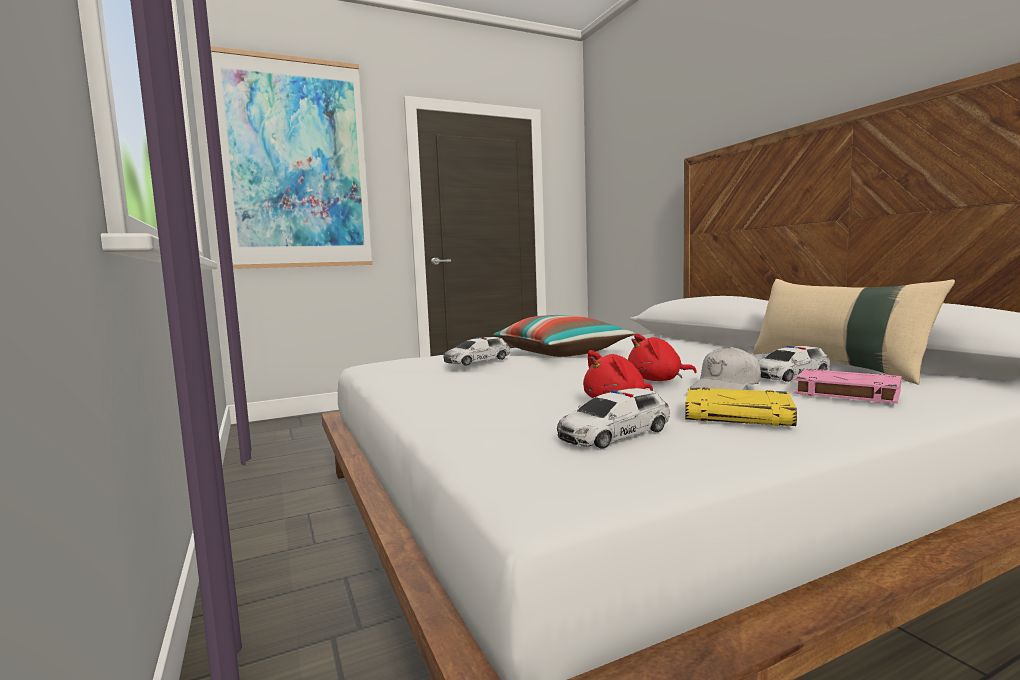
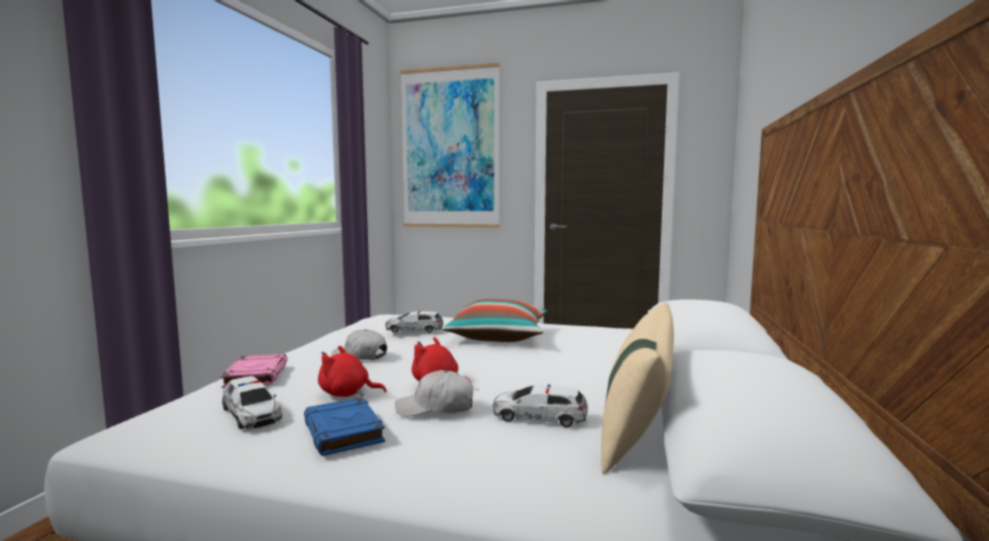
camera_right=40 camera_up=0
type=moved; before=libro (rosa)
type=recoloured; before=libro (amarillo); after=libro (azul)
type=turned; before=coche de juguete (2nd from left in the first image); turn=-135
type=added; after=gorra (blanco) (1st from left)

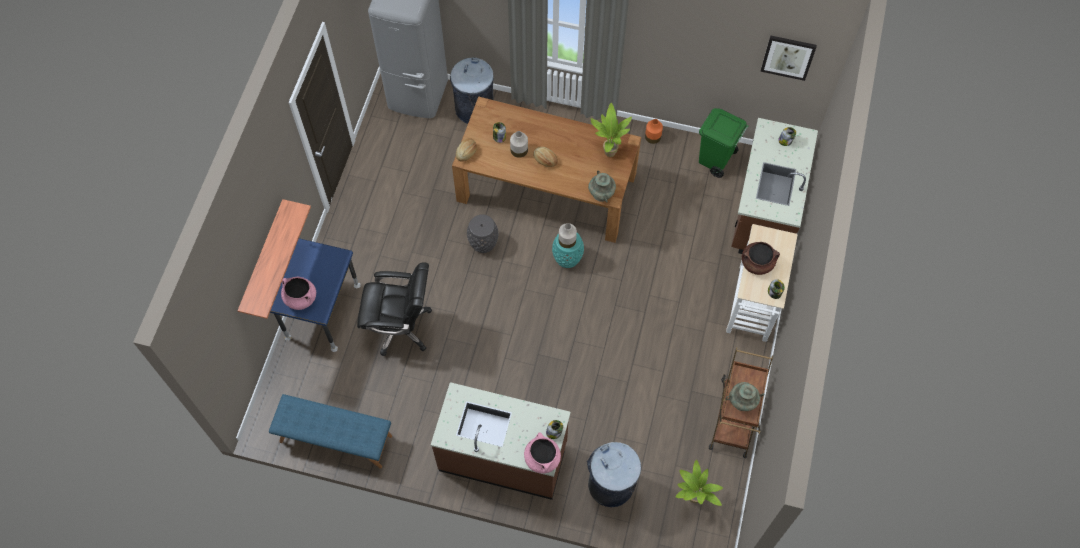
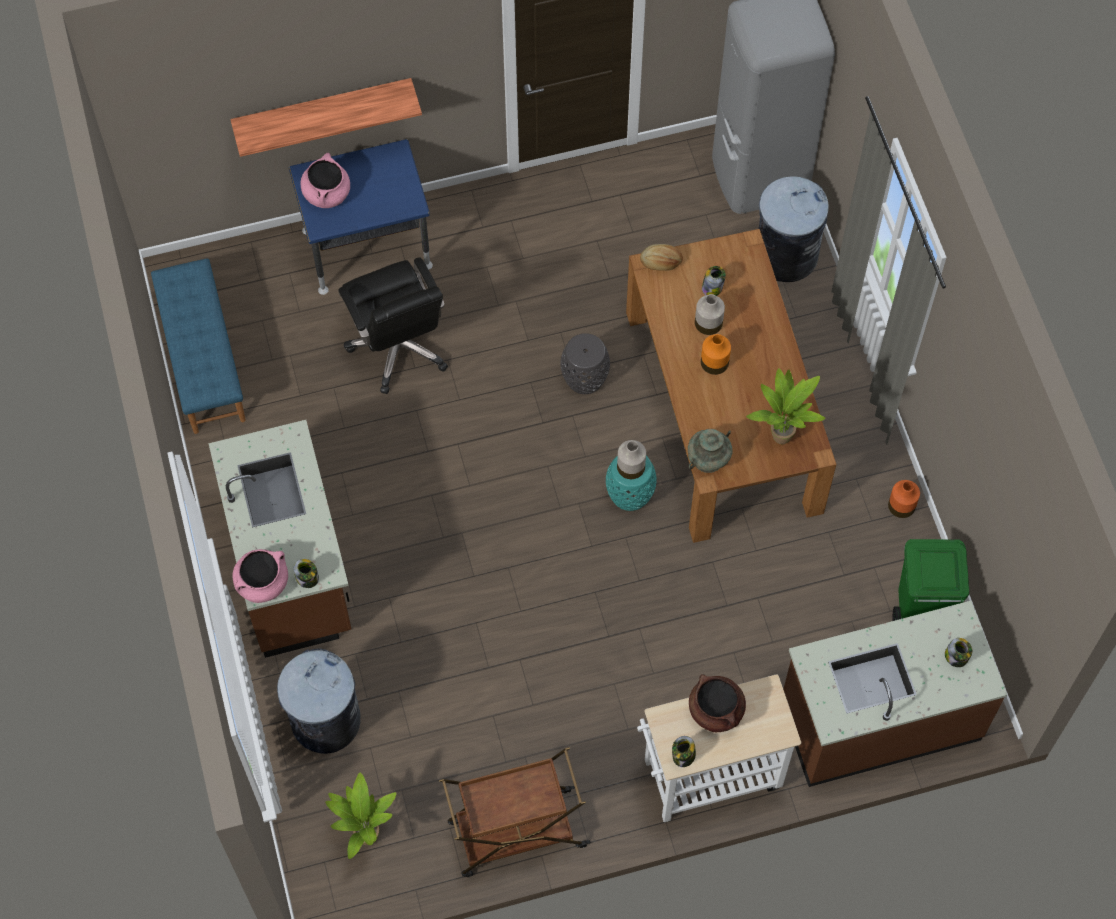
camera_right=60 camera_up=0
type=removed; before=cuadro
type=replaced; before=pan (2nd from left); after=florero (naranja) (1st from left)
type=removed; before=florero (turquesa) (2nd from left)

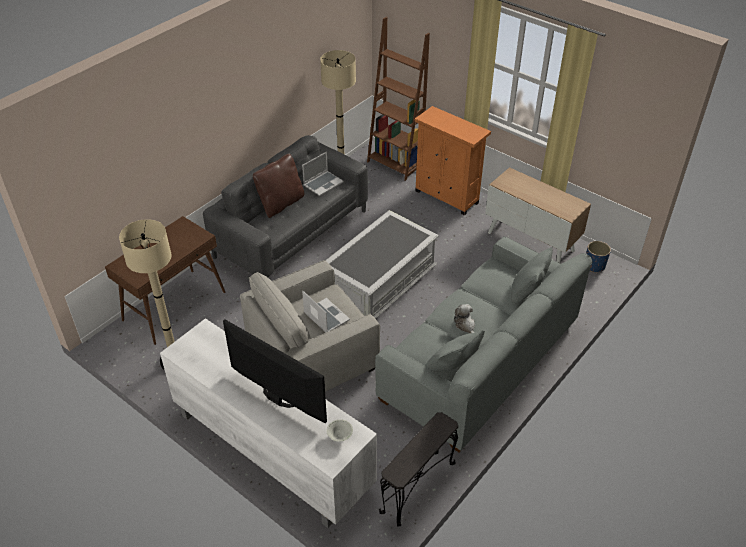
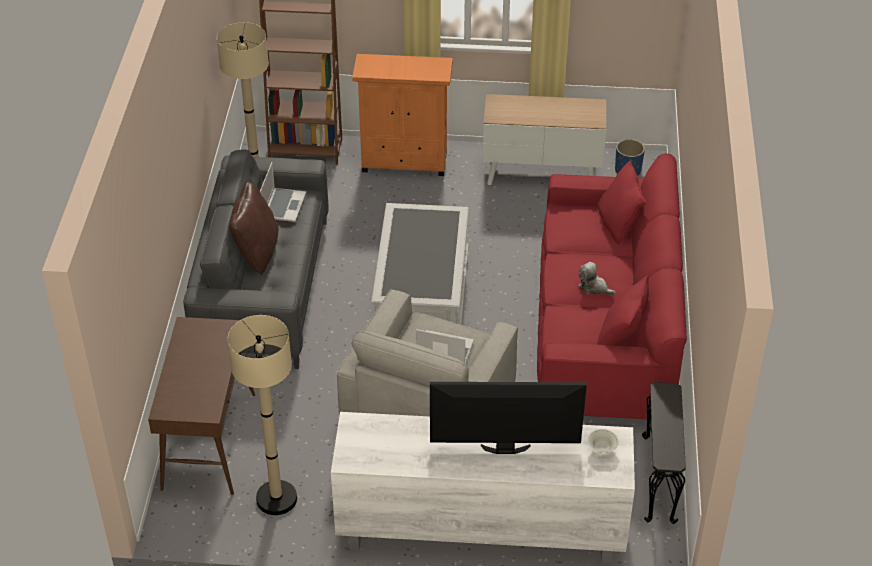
camera_right=-35 camera_up=0
type=recoloured; before=sofá (gris) (2nd from left); after=sofá (rojo)

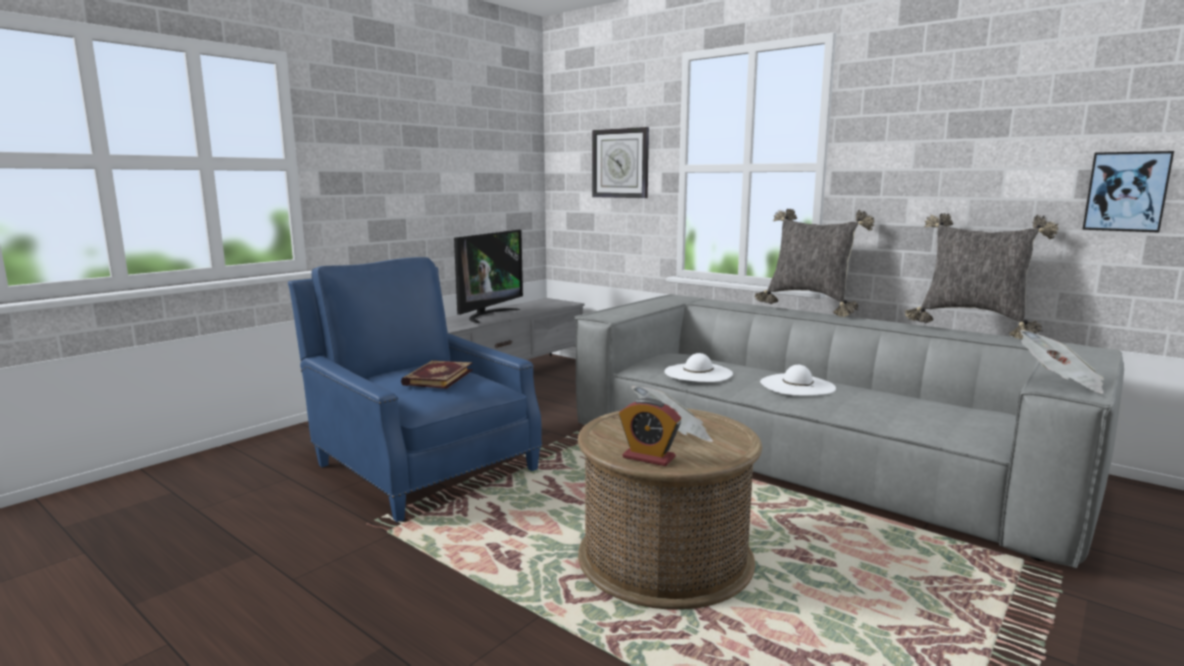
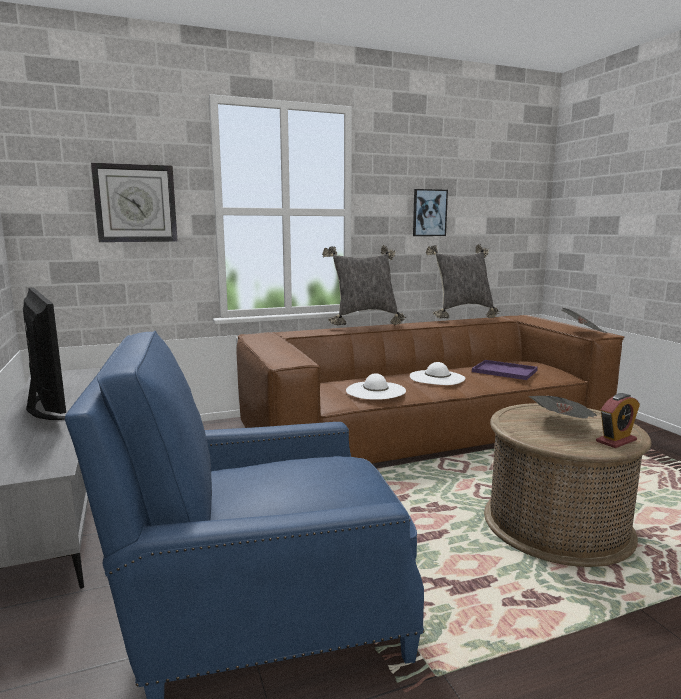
camera_right=-60 camera_up=0
type=moved; before=cuadro
type=recoloured; before=sofá (gris); after=sofá (marrón)
type=removed; before=libro
type=added; after=bandeja (morado)

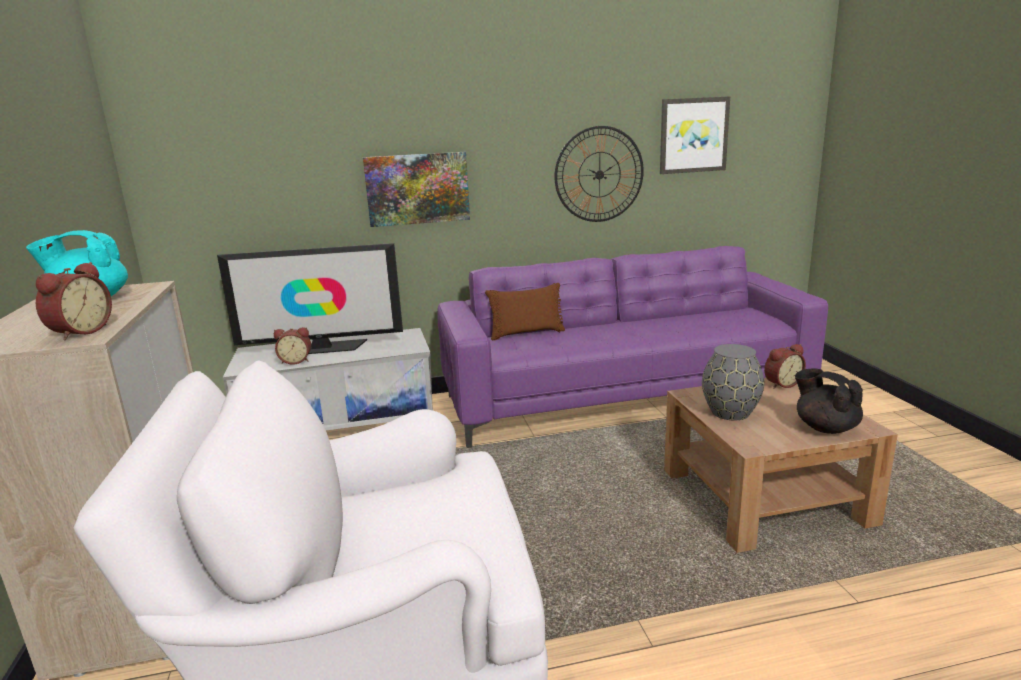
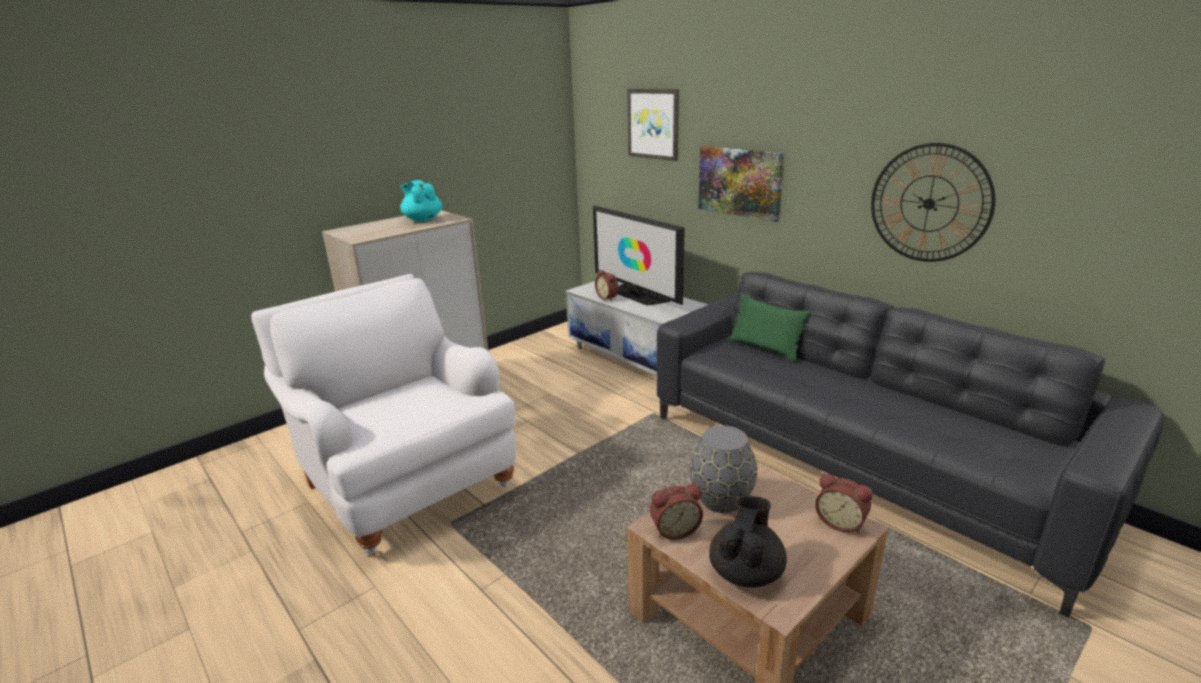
camera_right=60 camera_up=5
type=moved; before=cuadro (2nd from left in the first image); after=cuadro (1st from left)
type=recoloured; before=sofá (morado); after=sofá (gris)
type=moved; before=despertador (1st from left in the first image); after=despertador (2nd from left)
type=recoloured; before=cojín (marrón); after=cojín (verde)

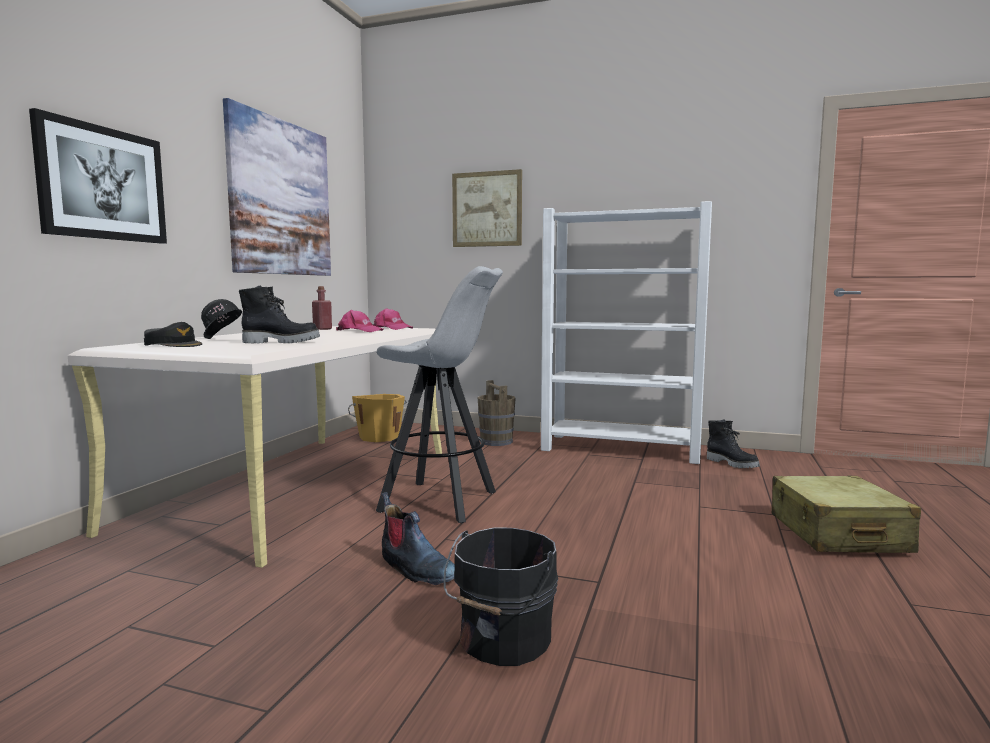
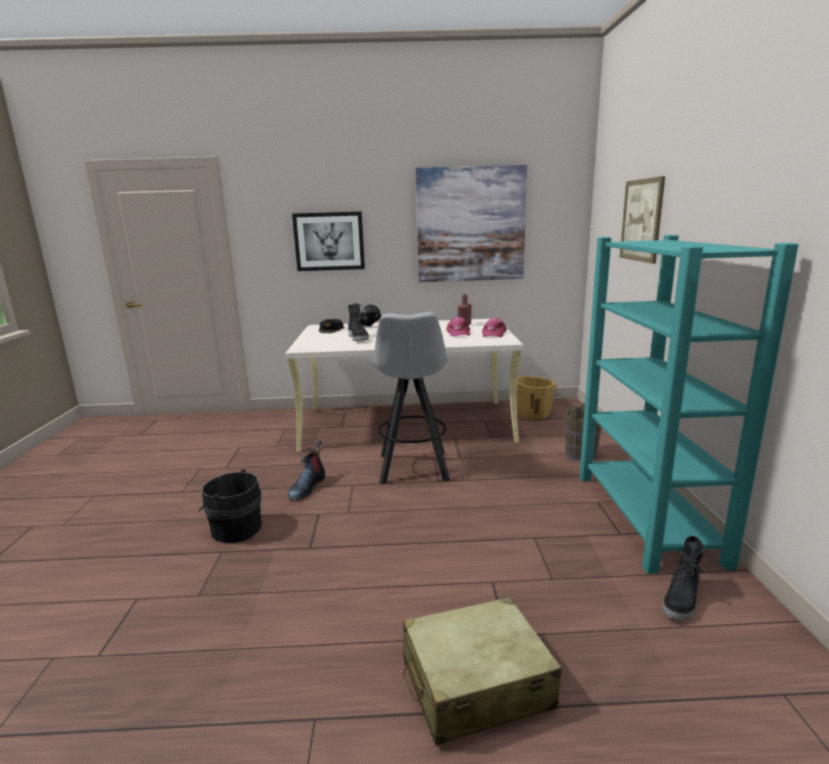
camera_right=70 camera_up=10
type=recoloured; before=estantería (blanco); after=estantería (turquesa)

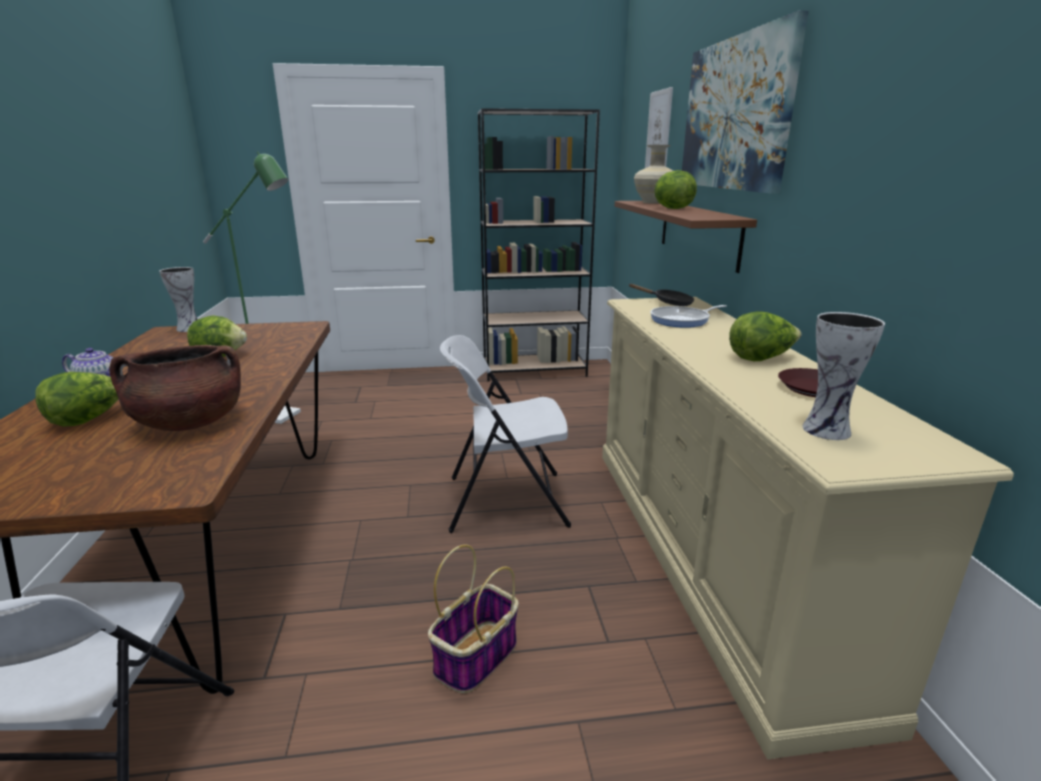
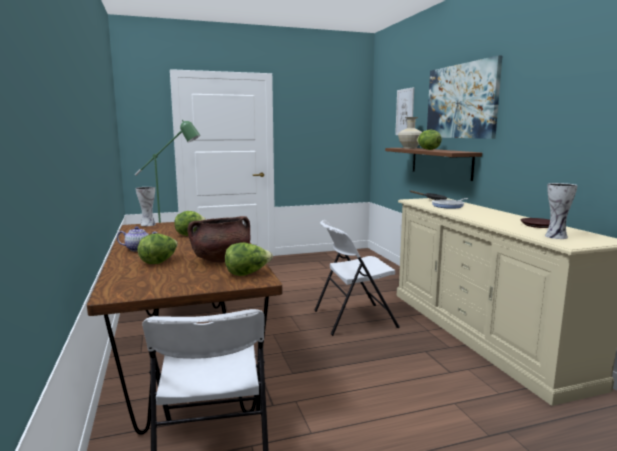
camera_right=-10 camera_up=-10
type=removed; before=estantería (beis)
type=moved; before=lechuga (4th from left in the first image); after=lechuga (3rd from left)
type=removed; before=cesta

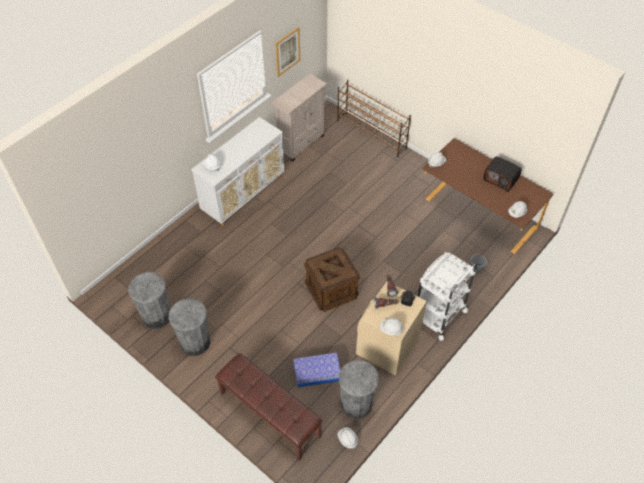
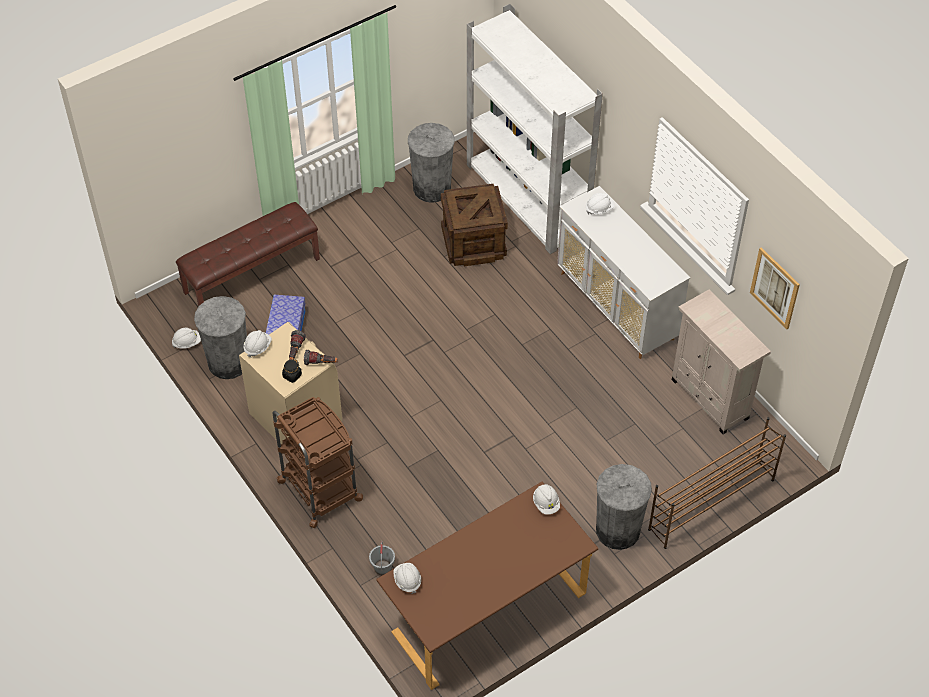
camera_right=105 camera_up=0
type=removed; before=radio
type=moved; before=caja de embalaje
type=recoloured; before=carrito (blanco); after=carrito (marrón)
type=moved; before=papelera (gris) (2nd from left in the first image); after=papelera (gris) (3rd from left)
type=added; after=estantería (blanco)

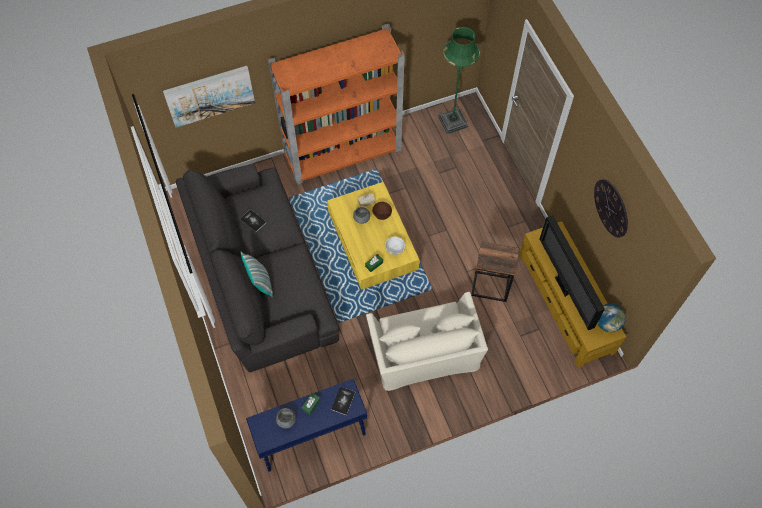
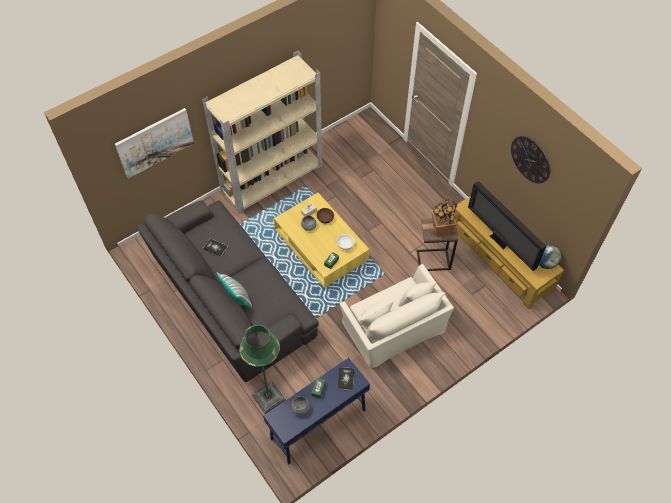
camera_right=-15 camera_up=-5
type=recoloured; before=estantería (naranja); after=estantería (beis)
type=moved; before=lámpara de pie (verde)
type=added; after=planta en maceta

